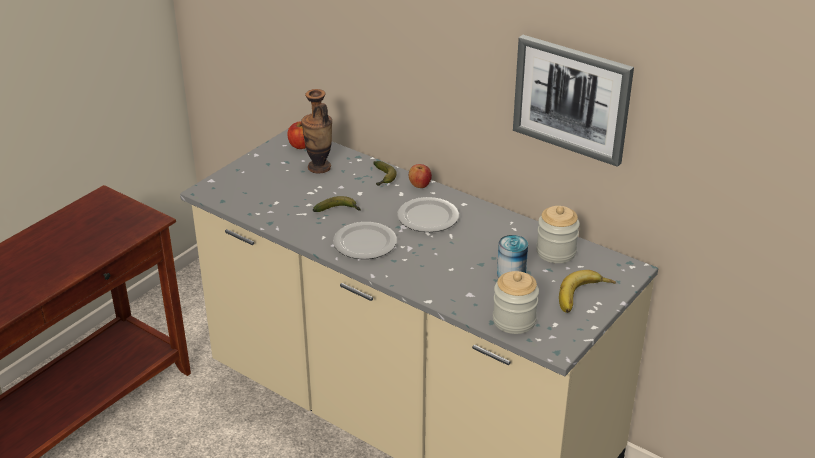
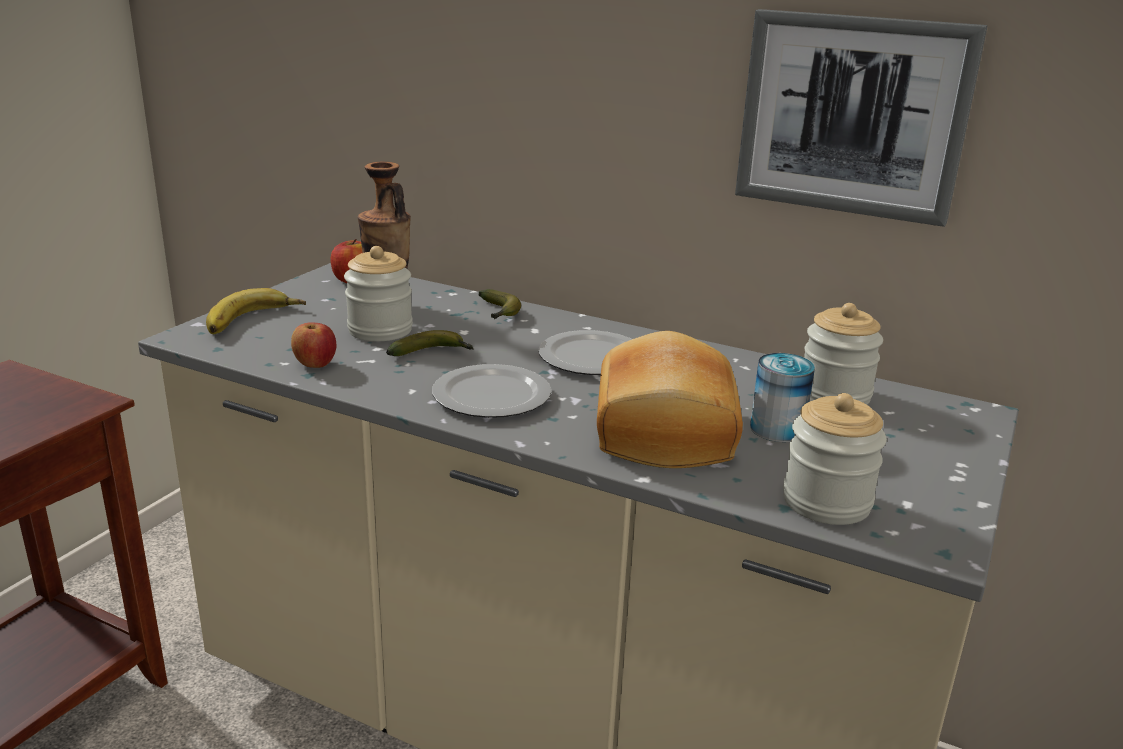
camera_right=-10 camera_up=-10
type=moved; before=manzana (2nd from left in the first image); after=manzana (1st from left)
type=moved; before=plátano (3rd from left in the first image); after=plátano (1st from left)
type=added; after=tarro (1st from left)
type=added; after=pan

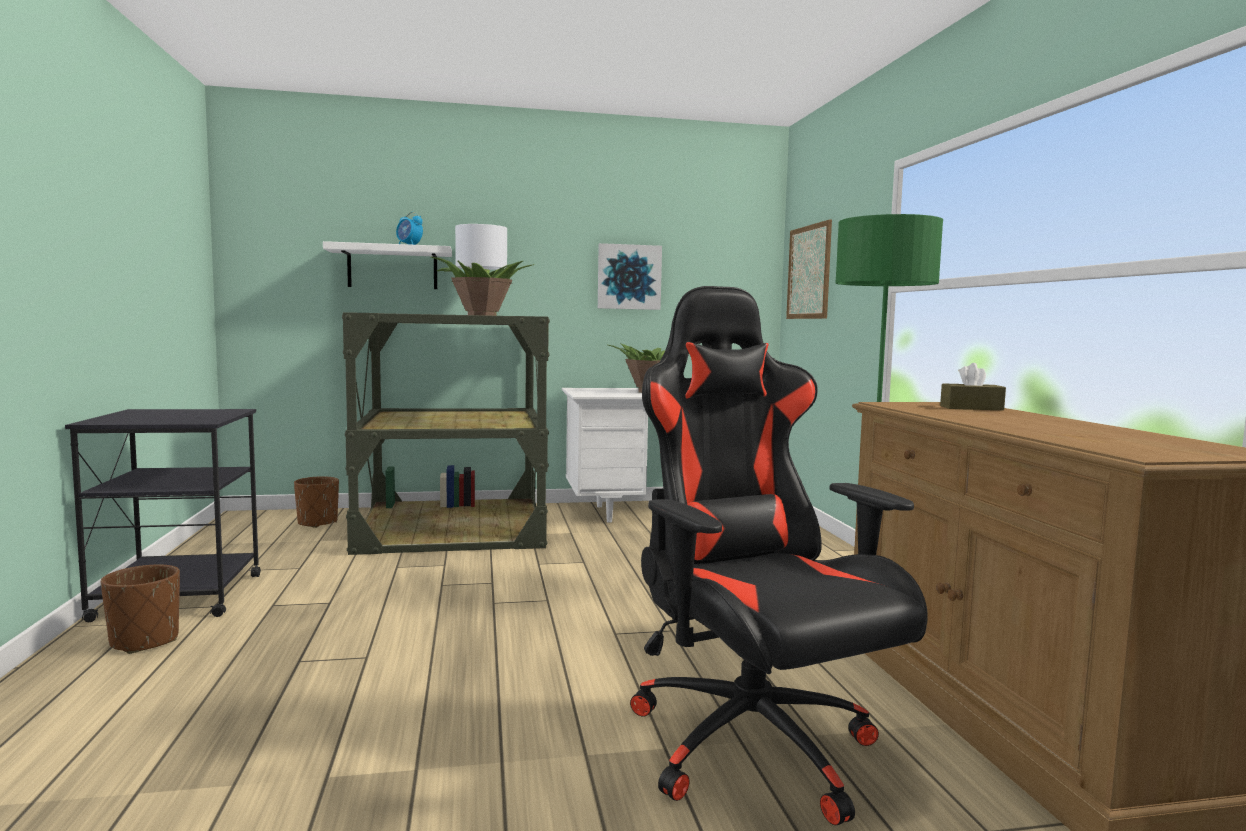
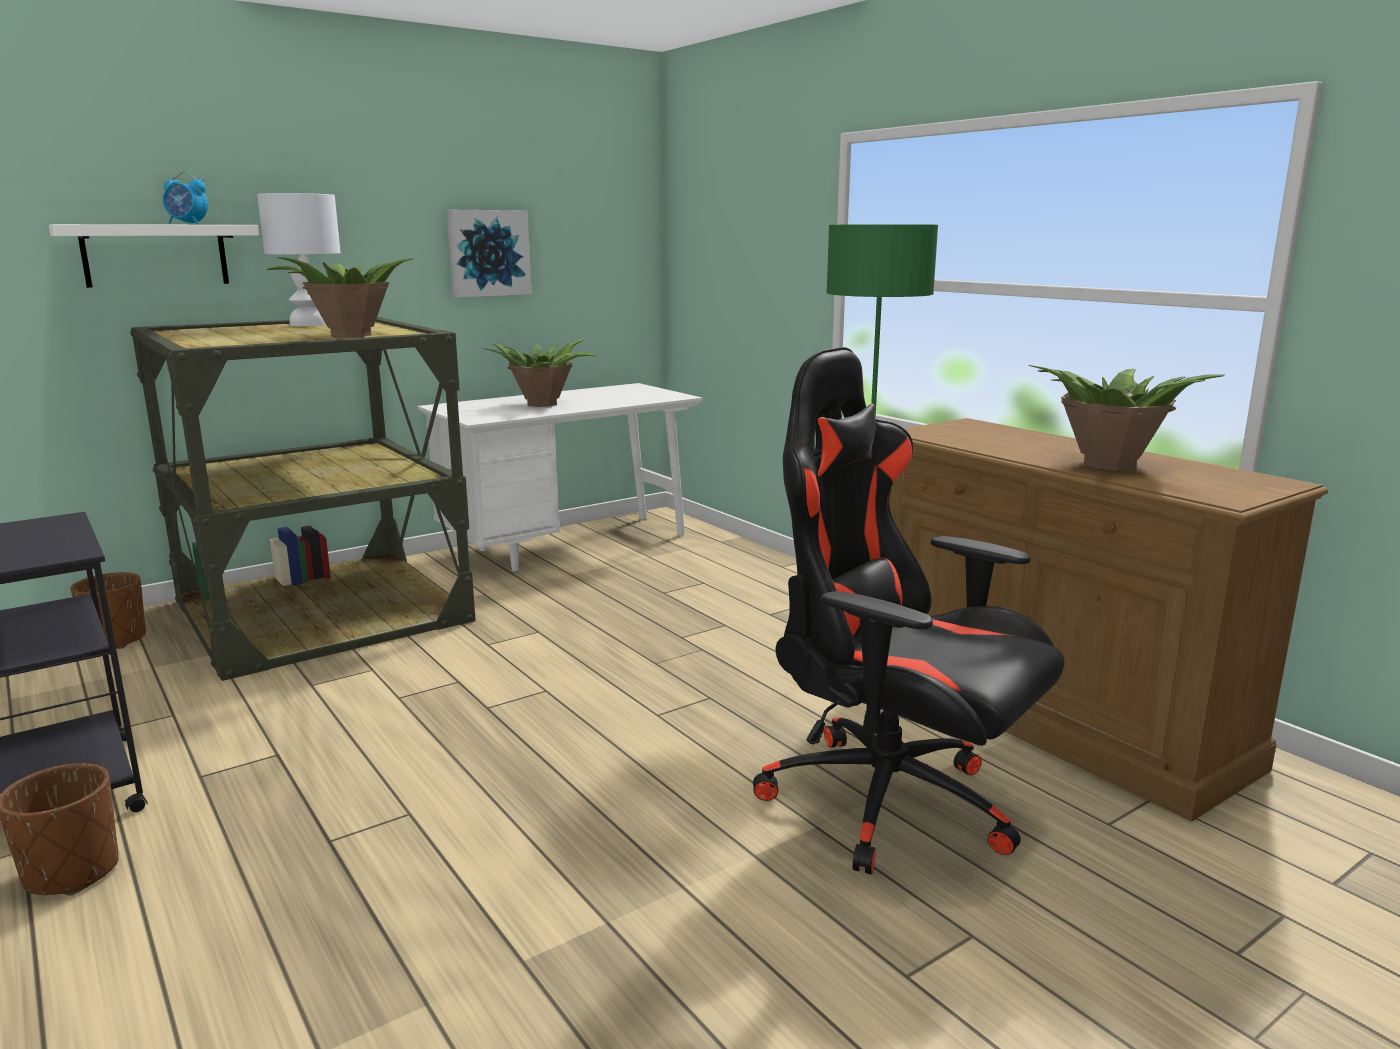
camera_right=-25 camera_up=10
type=removed; before=cuadro (2nd from left)
type=removed; before=caja de pañuelos (marrón)
type=added; after=planta en maceta (3rd from left)

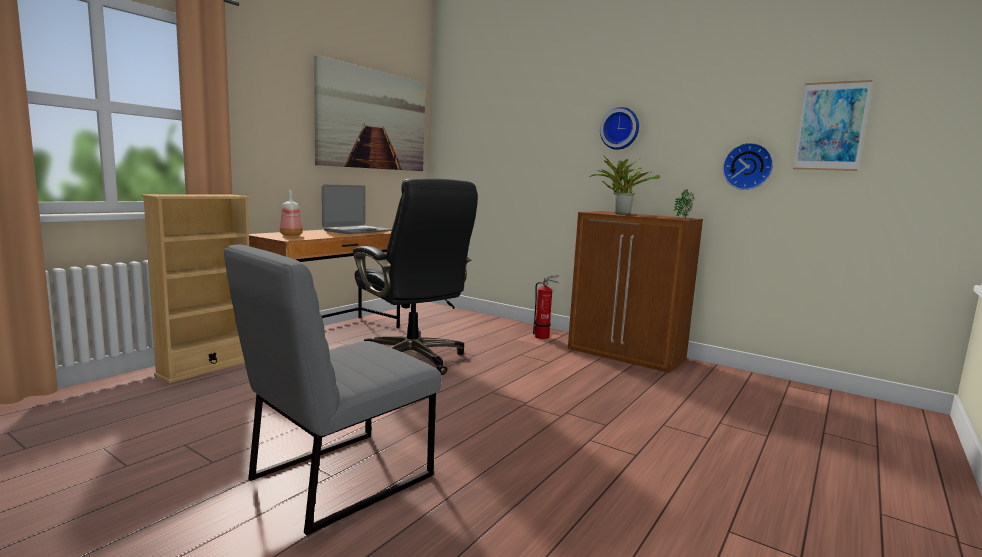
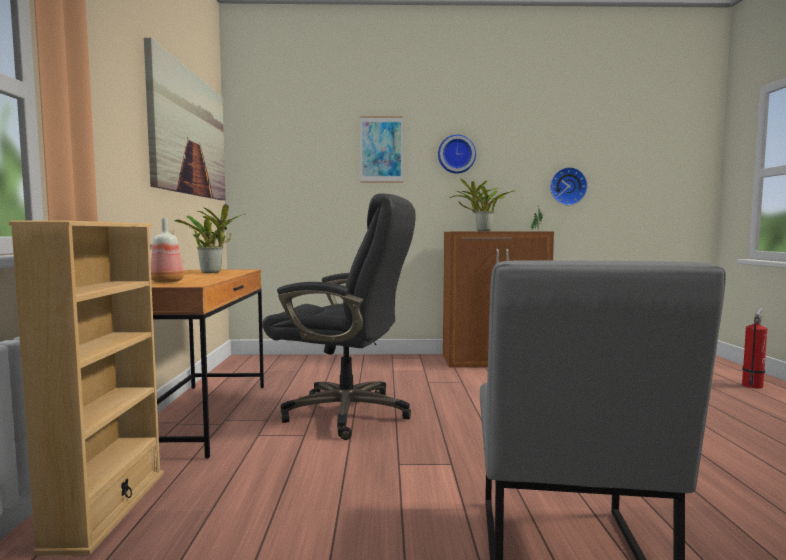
camera_right=-35 camera_up=-5
type=moved; before=cuadro (2nd from left)
type=replaced; before=portátil; after=planta en maceta (1st from left)
type=moved; before=extintor

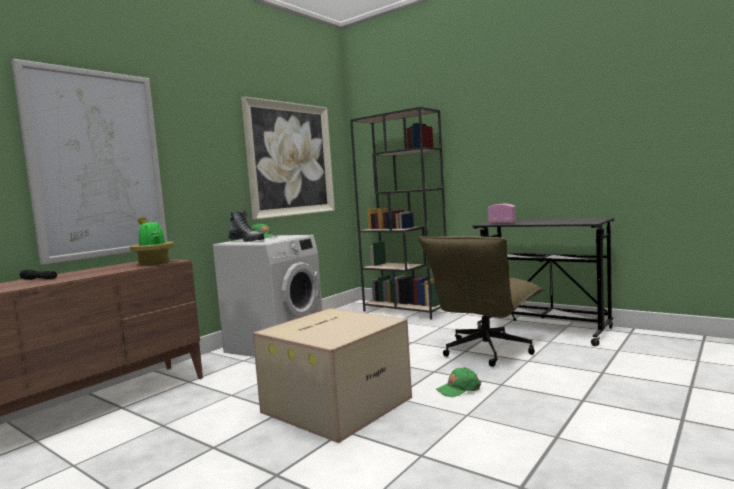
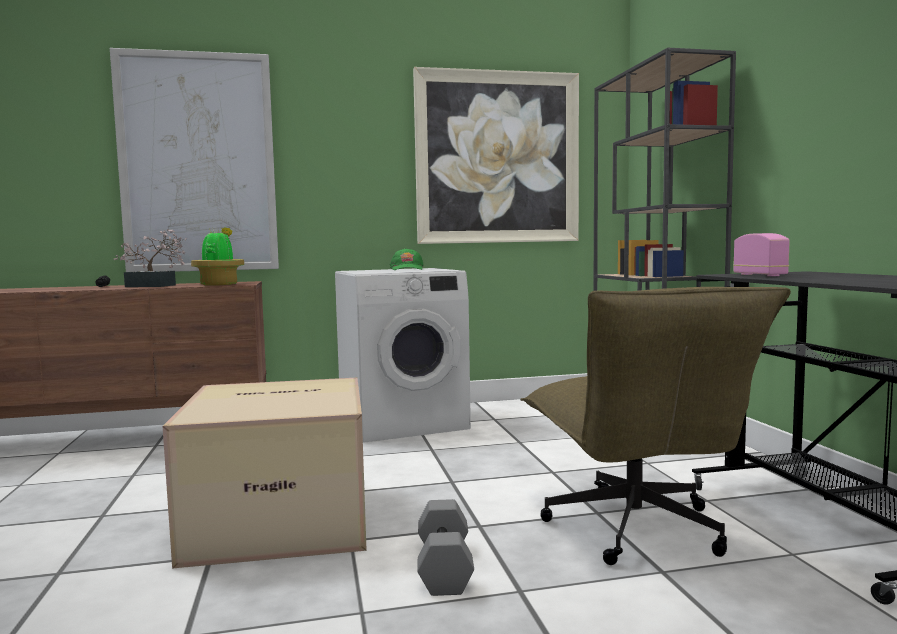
camera_right=40 camera_up=0
type=removed; before=bota
type=turned; before=silla de oficina (beis); turn=-90
type=replaced; before=gorra (verde) (2nd from left); after=mancuerna (gris)
type=added; after=planta en maceta (1st from left)

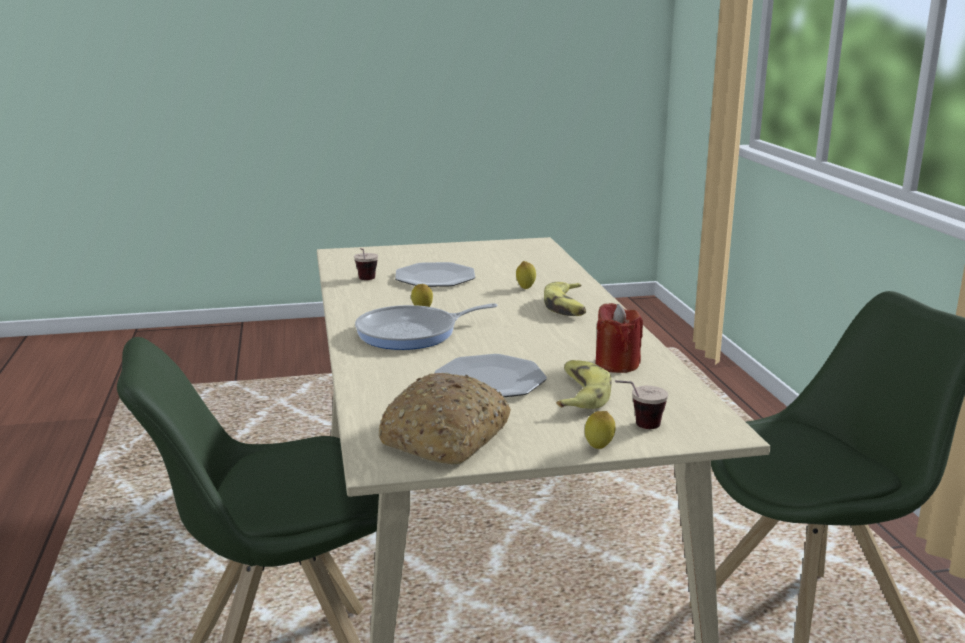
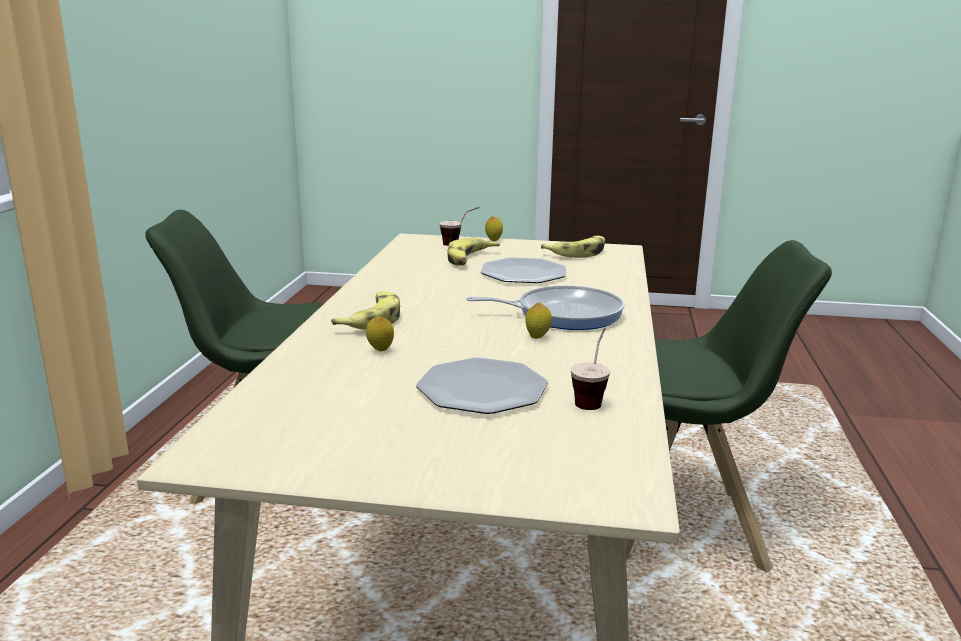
camera_right=-160 camera_up=0
type=removed; before=vela (rojo)
type=replaced; before=pan; after=plátano (3rd from left)

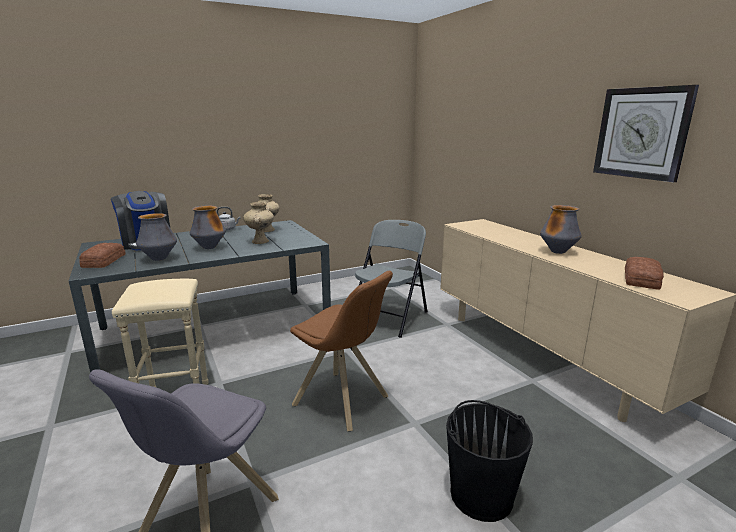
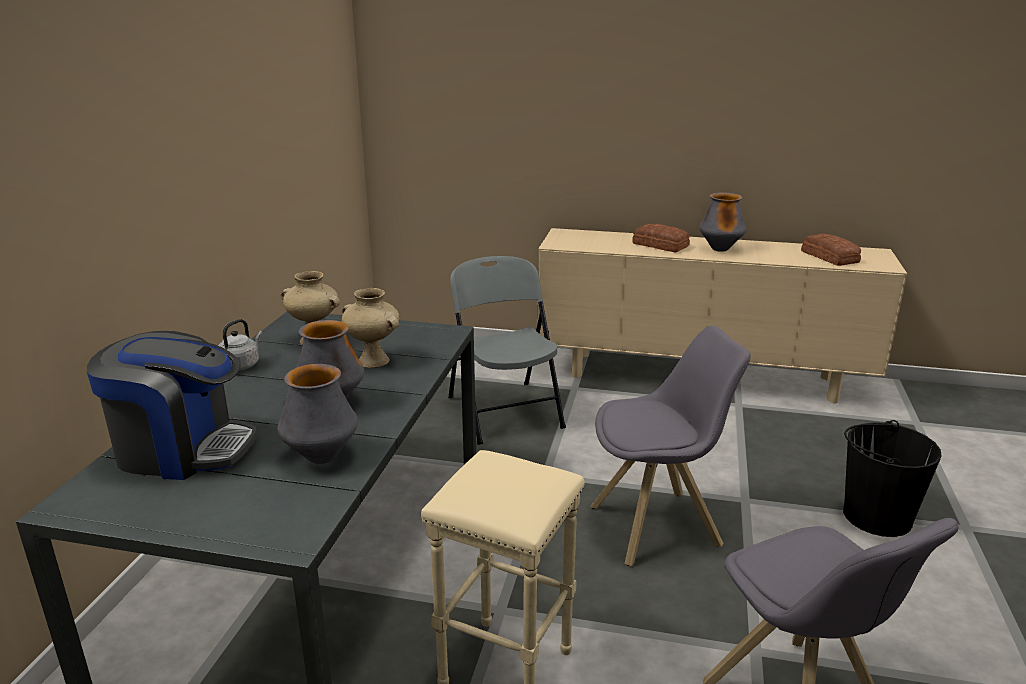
camera_right=-50 camera_up=5
type=removed; before=reloj de pared
type=moved; before=pan (1st from left)
type=recoloured; before=silla (marrón); after=silla (gris) (2nd from left)

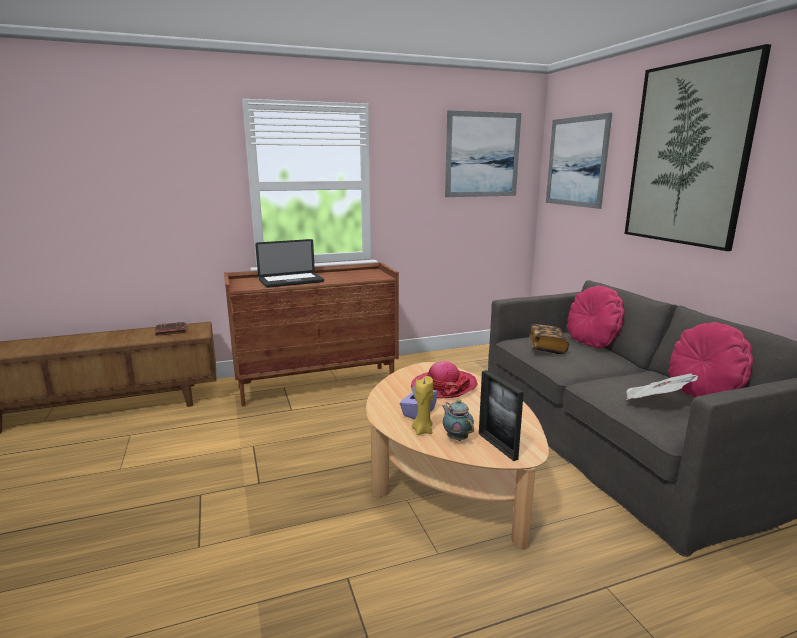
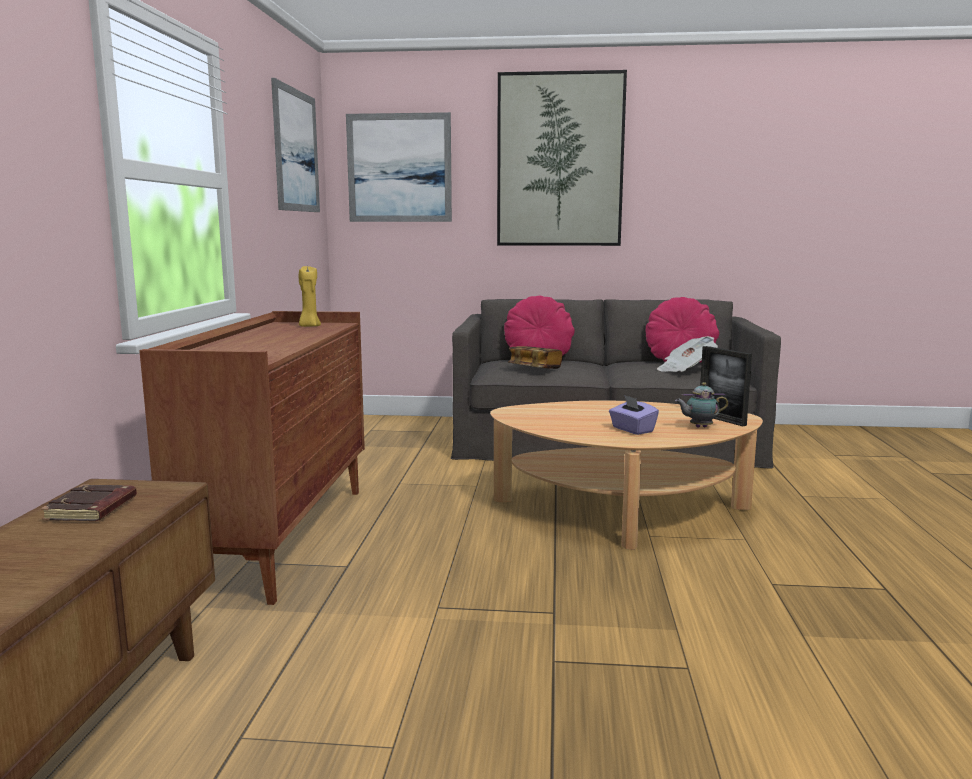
camera_right=-65 camera_up=-5
type=removed; before=portátil
type=removed; before=sombrero
type=turned; before=portarretratos; turn=60
type=moved; before=vela (amarillo)

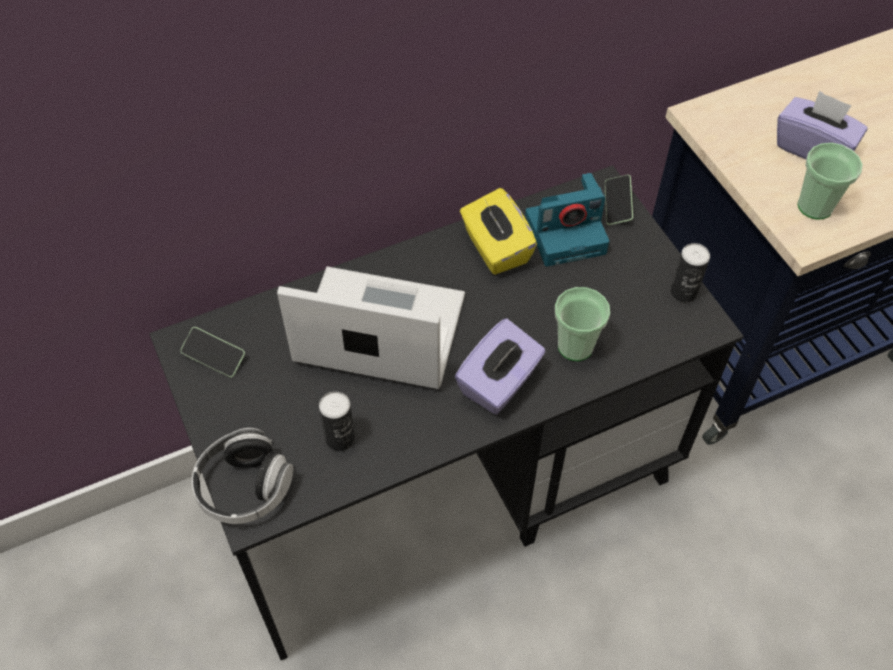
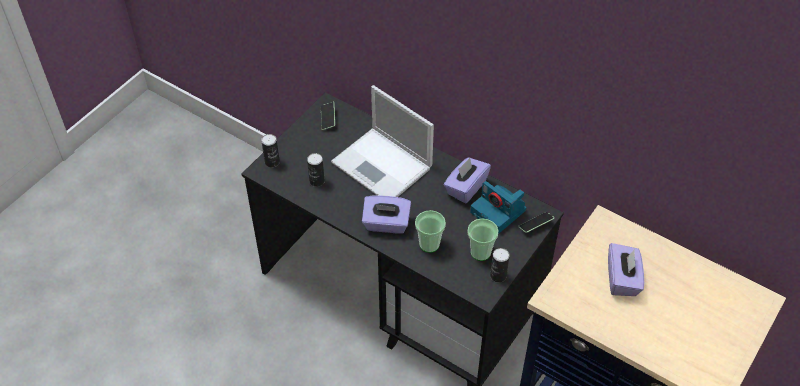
camera_right=60 camera_up=-5
type=moved; before=taza (2nd from left)
type=recoloured; before=caja de pañuelos (amarillo); after=caja de pañuelos (morado) (2nd from left)
type=turned; before=portátil; turn=150
type=replaced; before=auriculares; after=lata (1st from left)

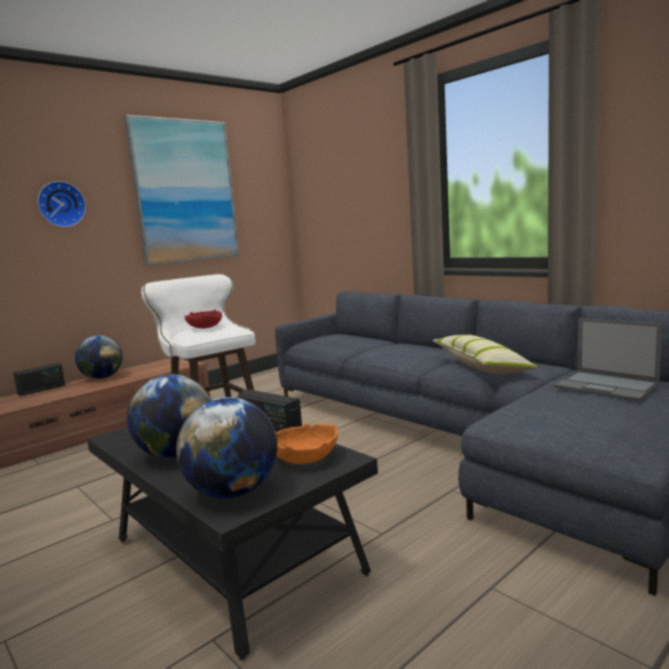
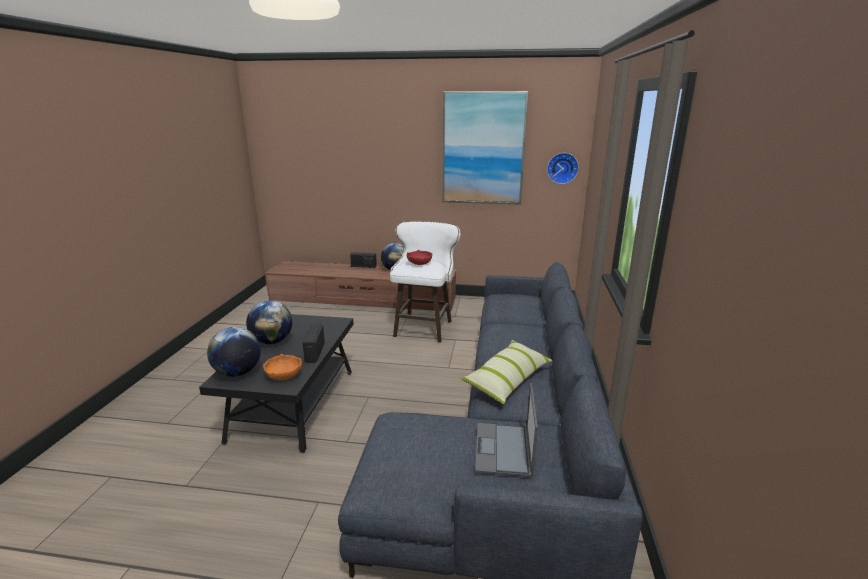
camera_right=50 camera_up=10
type=moved; before=reloj de pared

